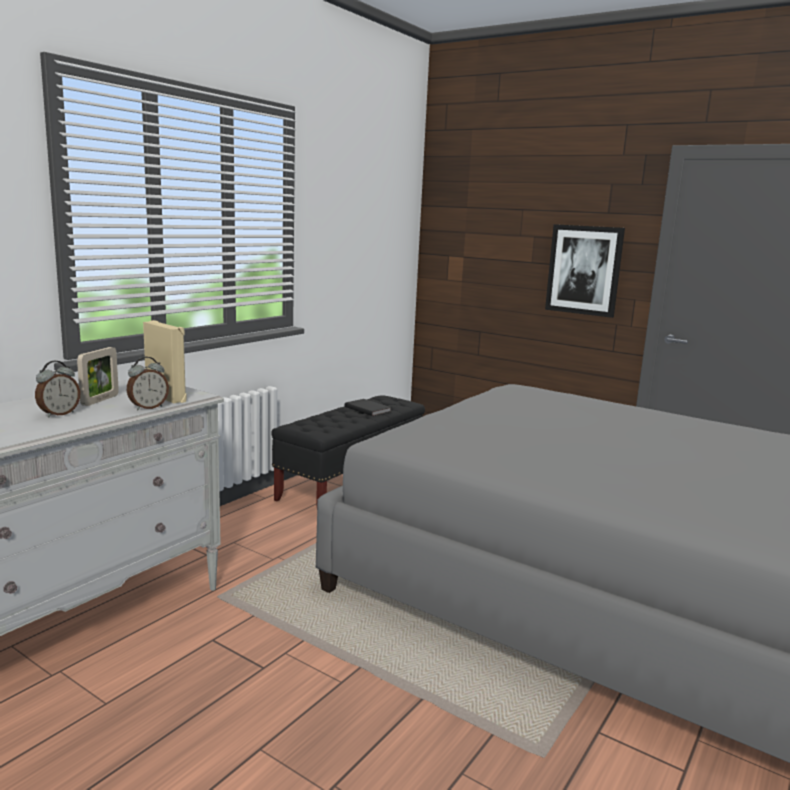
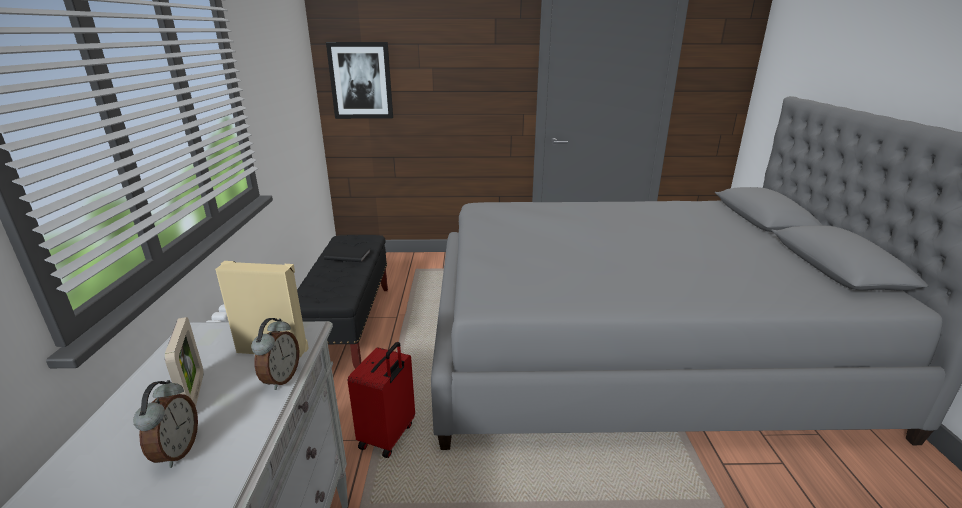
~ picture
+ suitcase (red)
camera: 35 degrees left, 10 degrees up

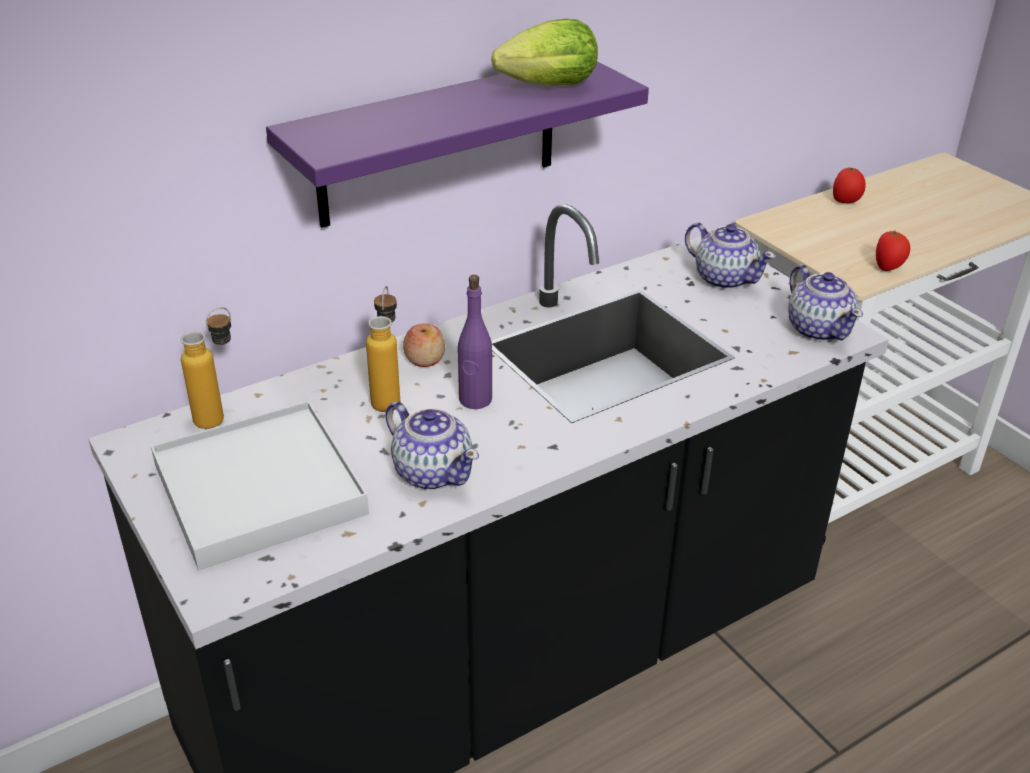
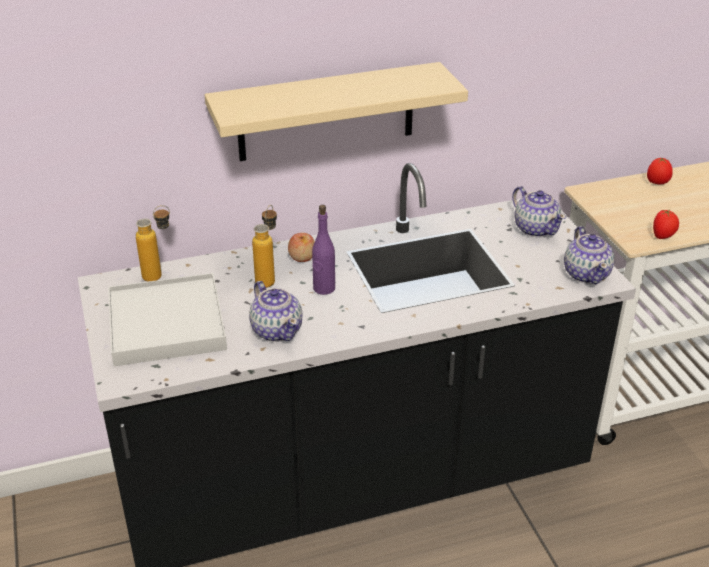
~ shelf (purple) to shelf (beige)
- lettuce
camera: 15 degrees right, 0 degrees up

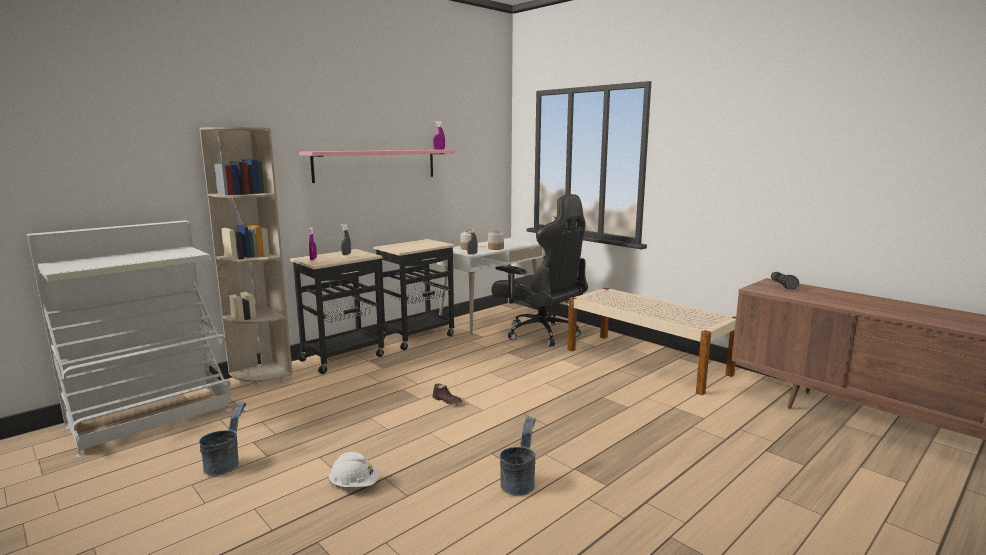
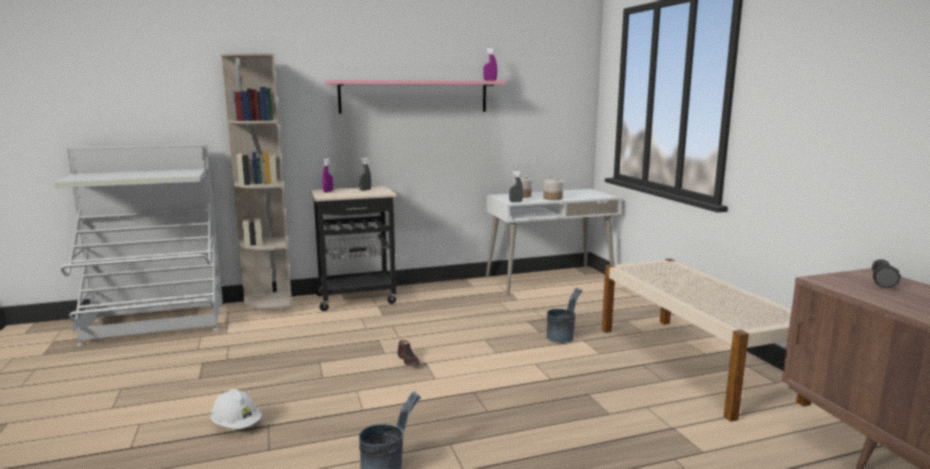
~ bucket (grey) (1st from left in the first image) to bucket (grey) (2nd from left)
- cart (2nd from left)
- office chair (black)
camera: 25 degrees right, 0 degrees up

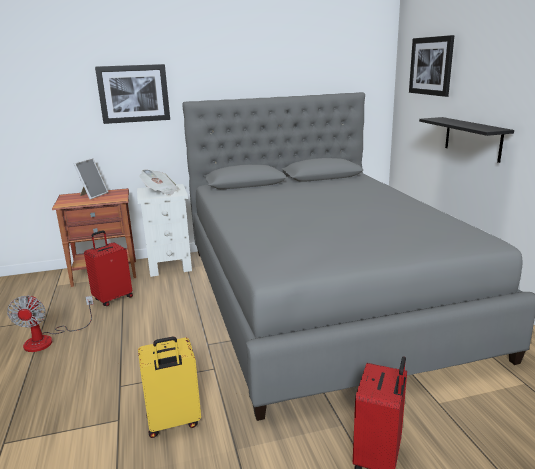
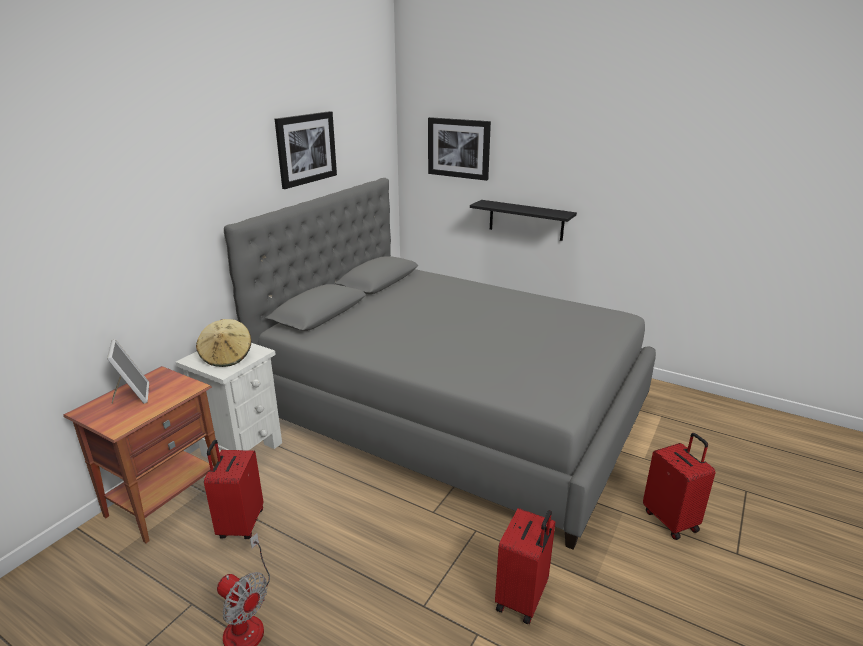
~ picture (1st from left)
~ suitcase (yellow) to suitcase (red) (2nd from left)
~ newspaper to hat (beige)
camera: 45 degrees left, 5 degrees up

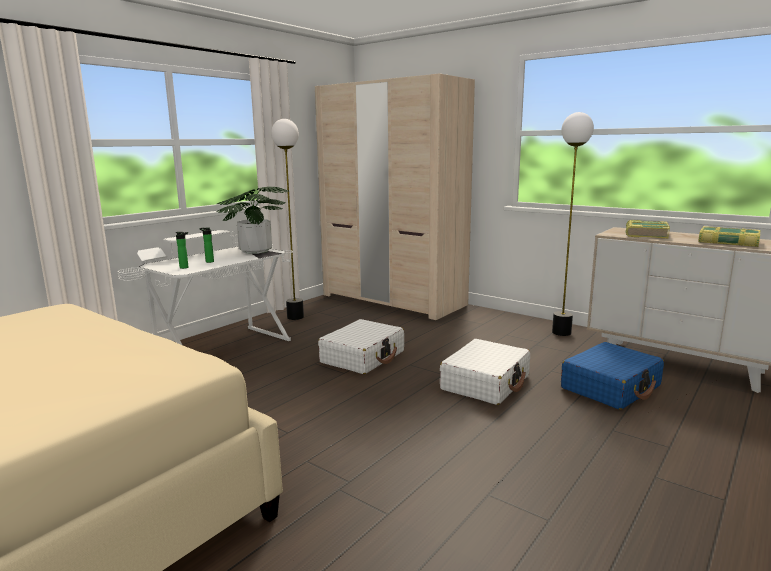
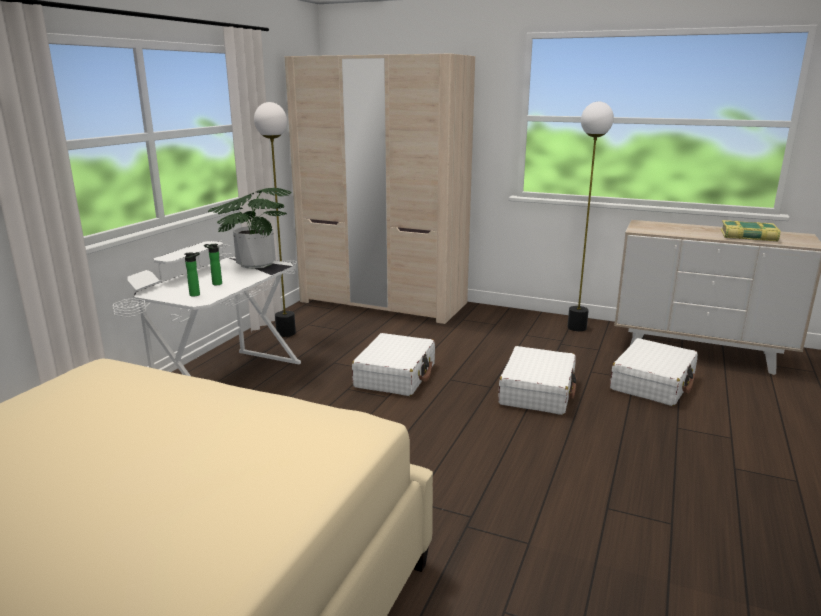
~ suitcase (blue) to suitcase (white) (3rd from left)
- book (1st from left)
camera: 15 degrees left, 5 degrees up

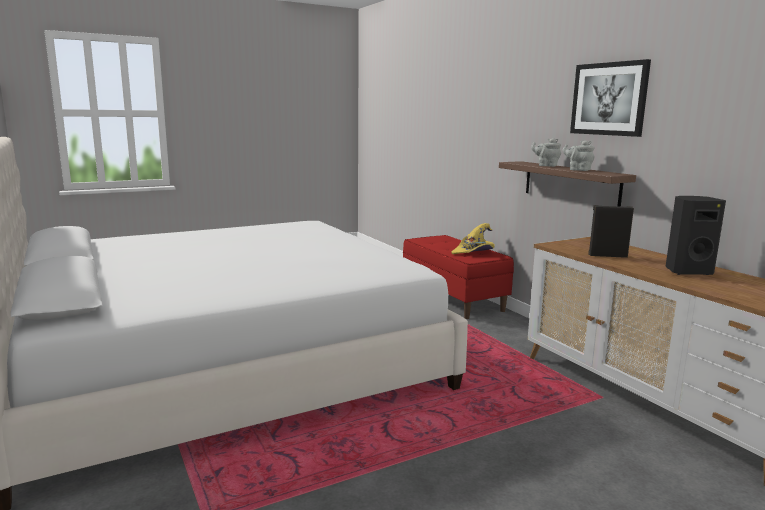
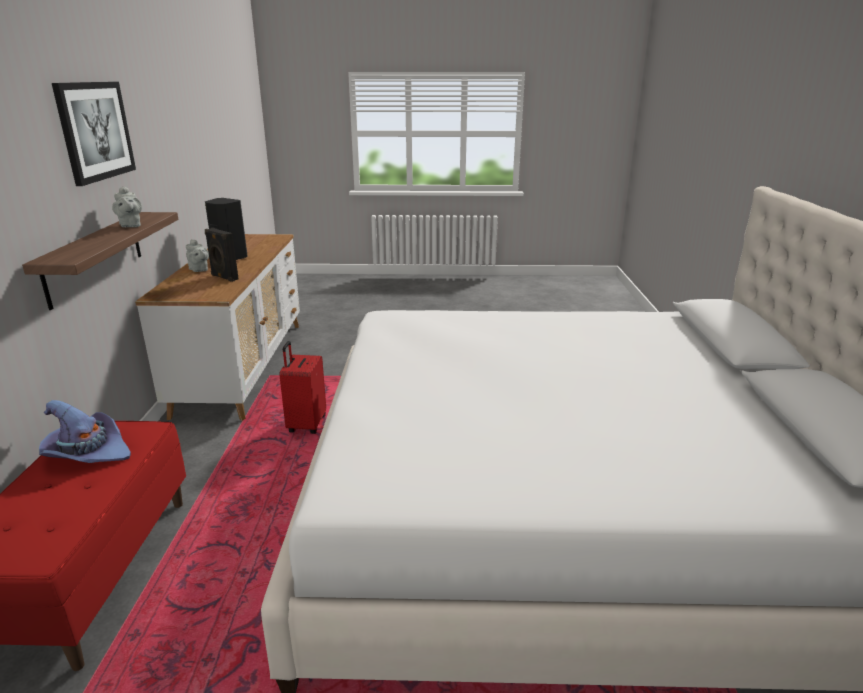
~ hat (yellow) to hat (purple)
~ teapot (grey) (1st from left in the first image) to teapot (grey) (2nd from left)
+ suitcase (red)
camera: 150 degrees left, 10 degrees up

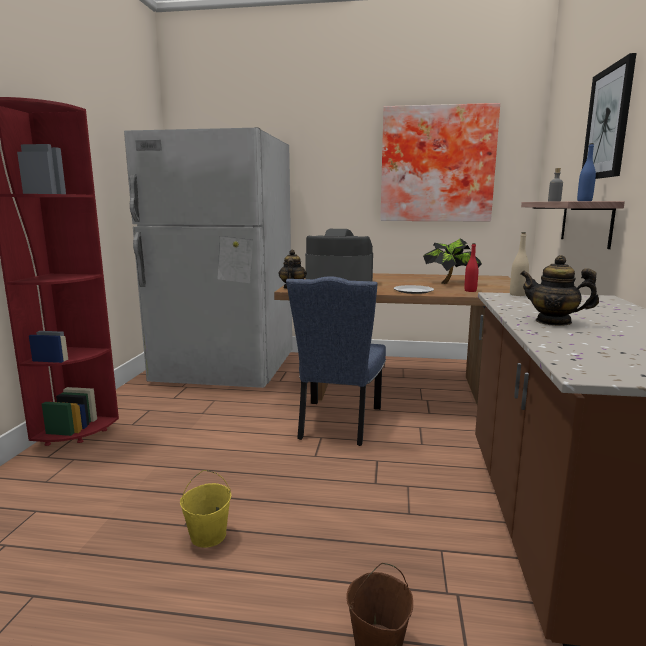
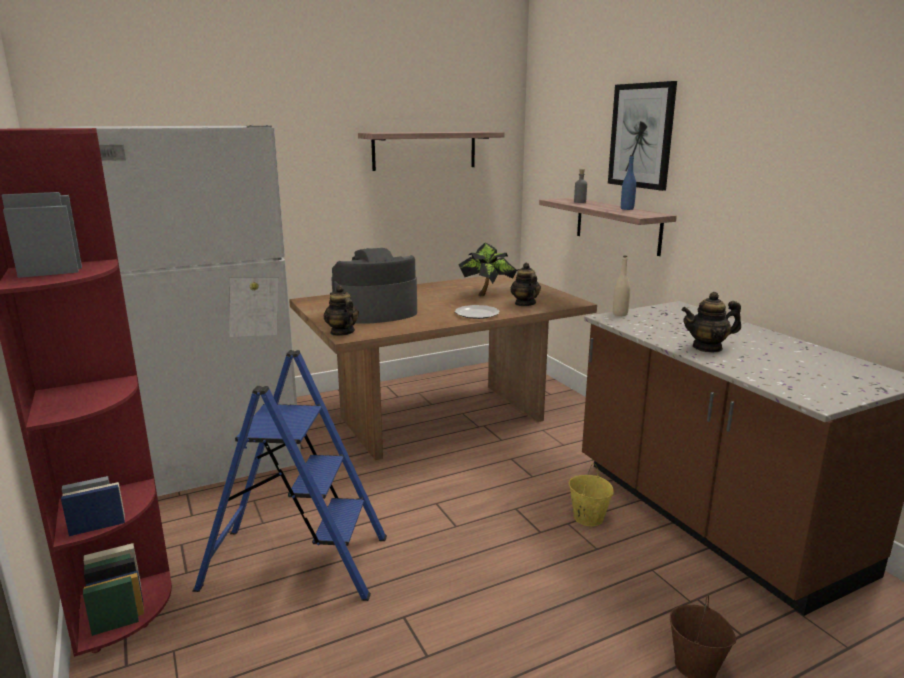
~ bucket (yellow)
- chair (blue)
~ picture (1st from left) to shelf (1st from left)
~ bottle (red) to teapot (2nd from left)
+ step ladder (blue)
camera: 35 degrees left, 5 degrees up

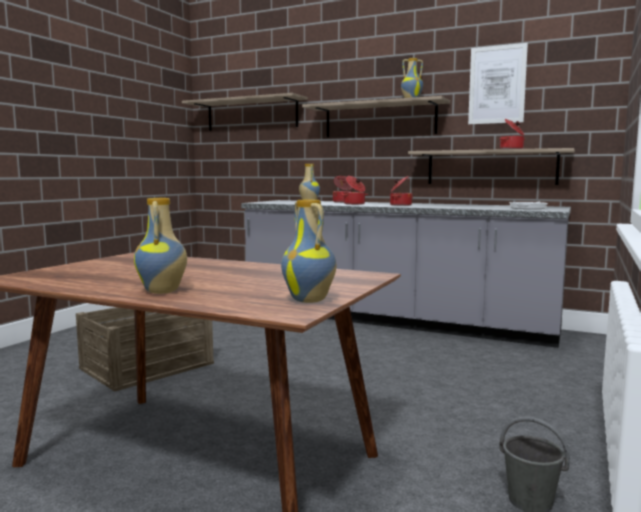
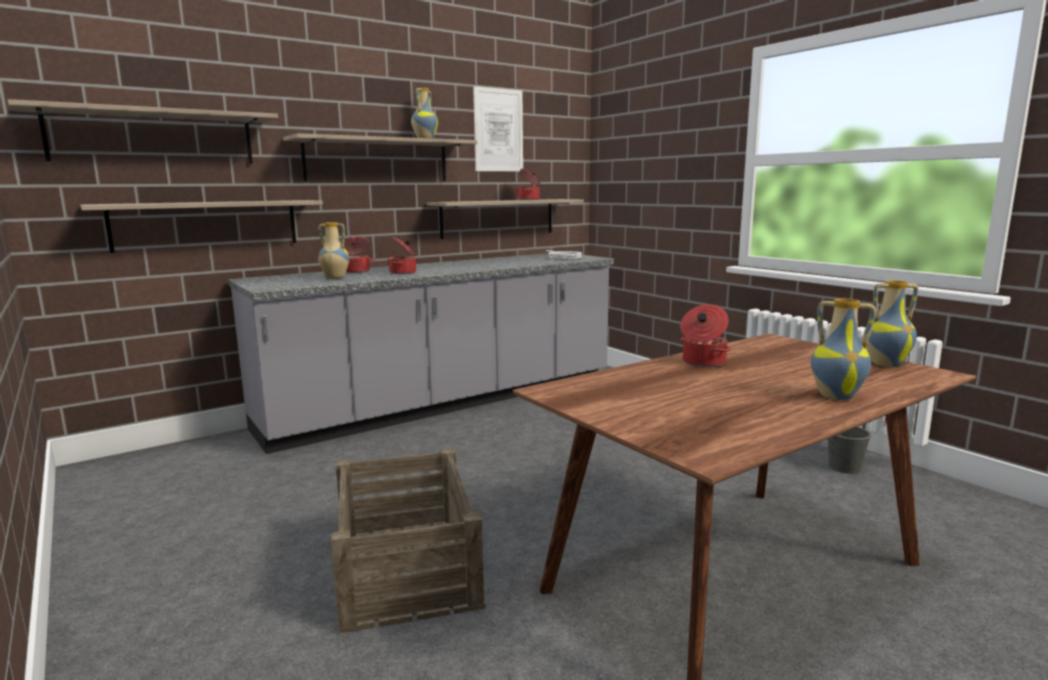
~ cooking pot (3rd from left in the first image) to cooking pot (4th from left)
+ shelf (2nd from left)
camera: 60 degrees left, 5 degrees up

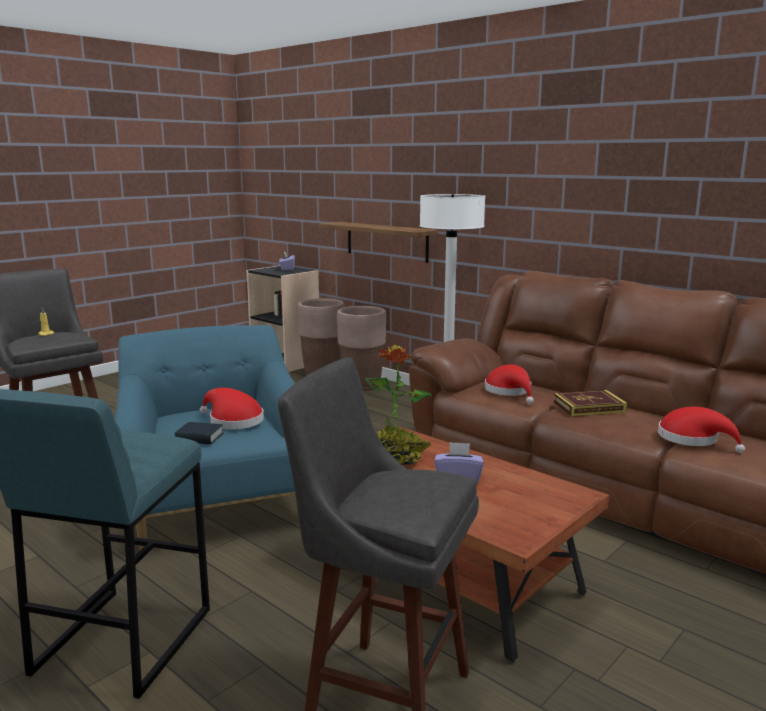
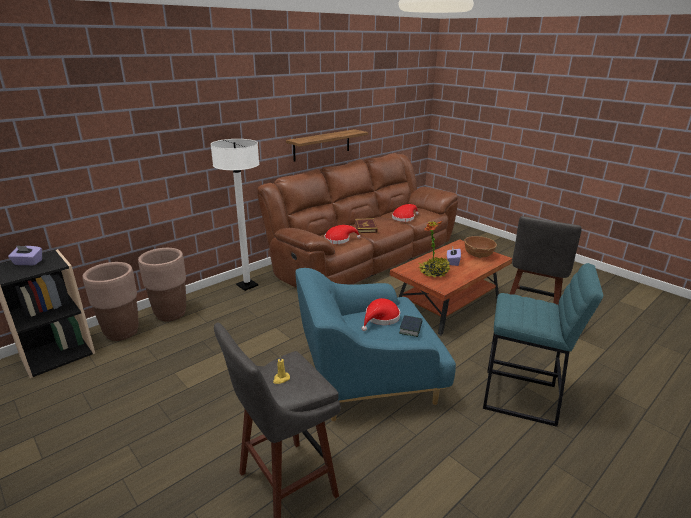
~ shelf
+ bowl (brown)
camera: 85 degrees left, 10 degrees up

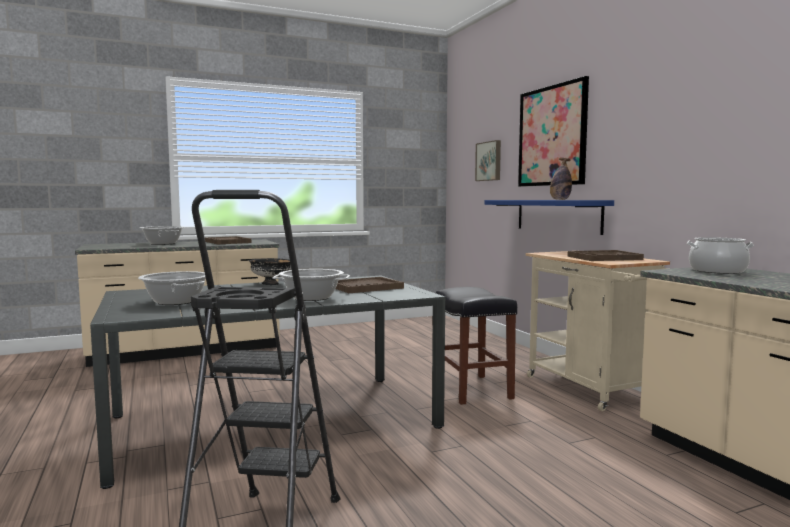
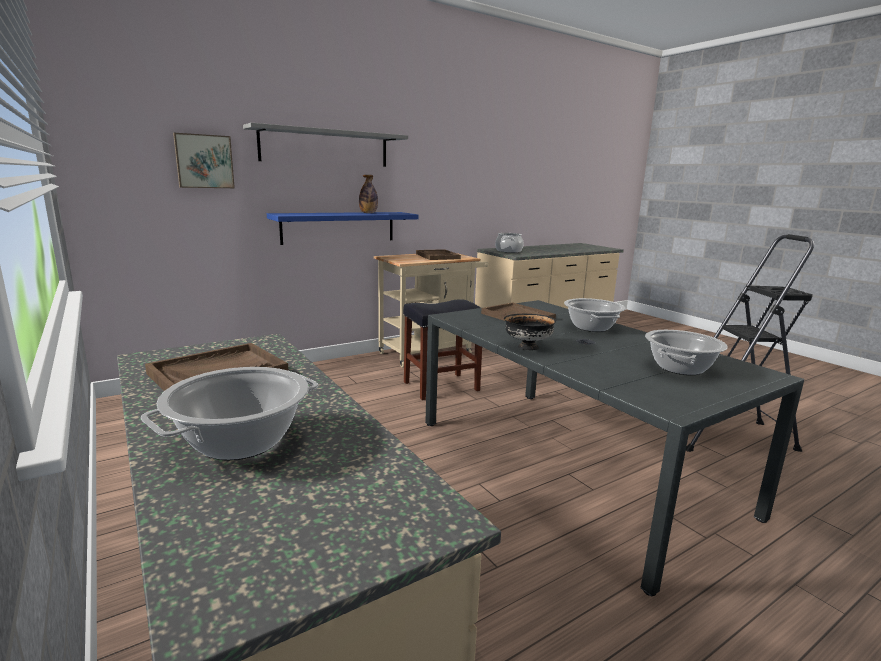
~ picture (2nd from left) to shelf (grey)
camera: 100 degrees left, 10 degrees up

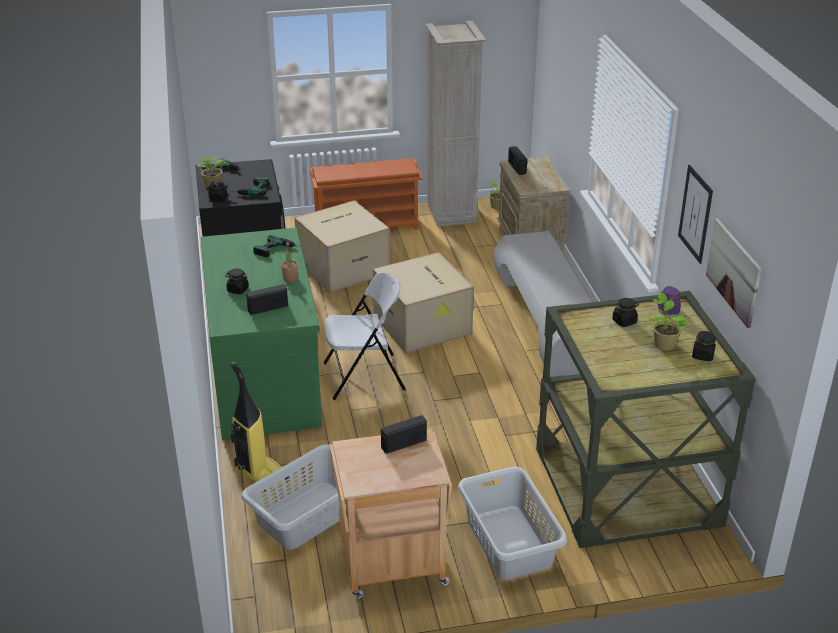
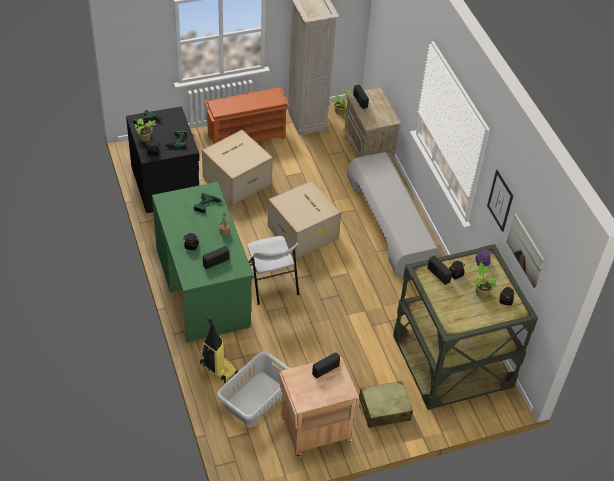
~ chair (white) 90 degrees clockwise
~ laundry basket (grey) (2nd from left) to suitcase (beige)
+ radio (4th from left)
camera: 10 degrees left, 15 degrees up

